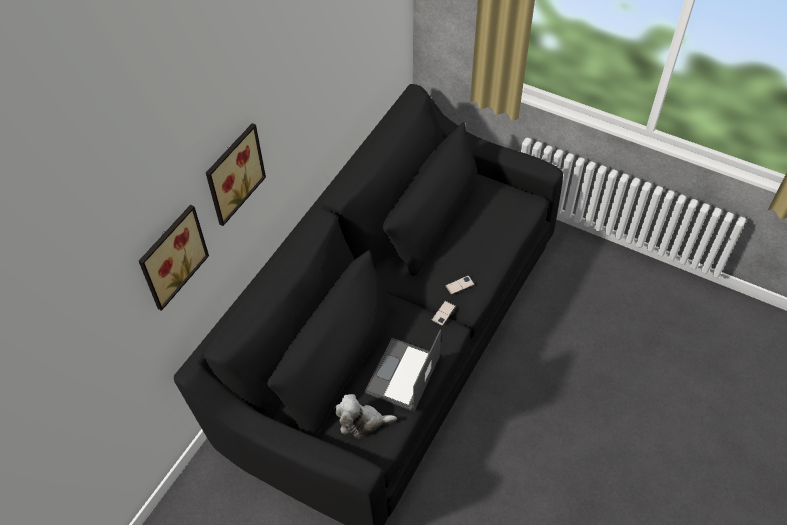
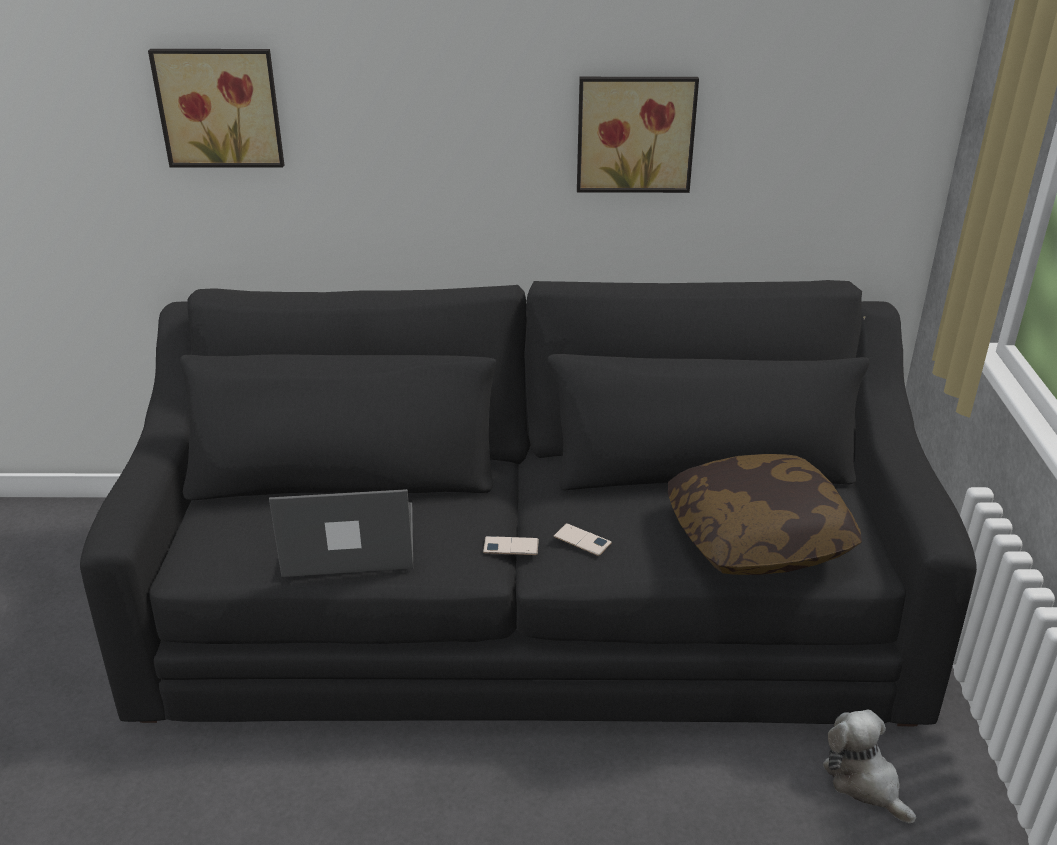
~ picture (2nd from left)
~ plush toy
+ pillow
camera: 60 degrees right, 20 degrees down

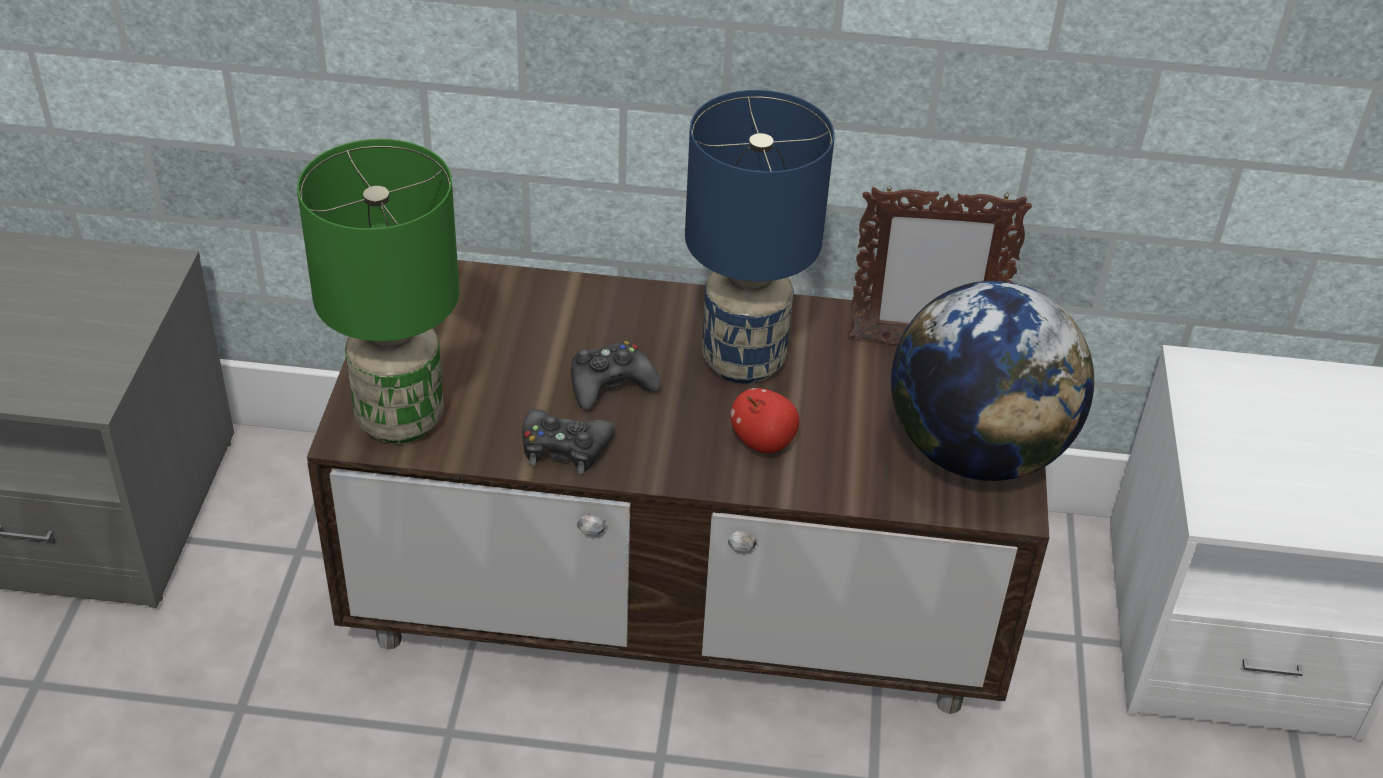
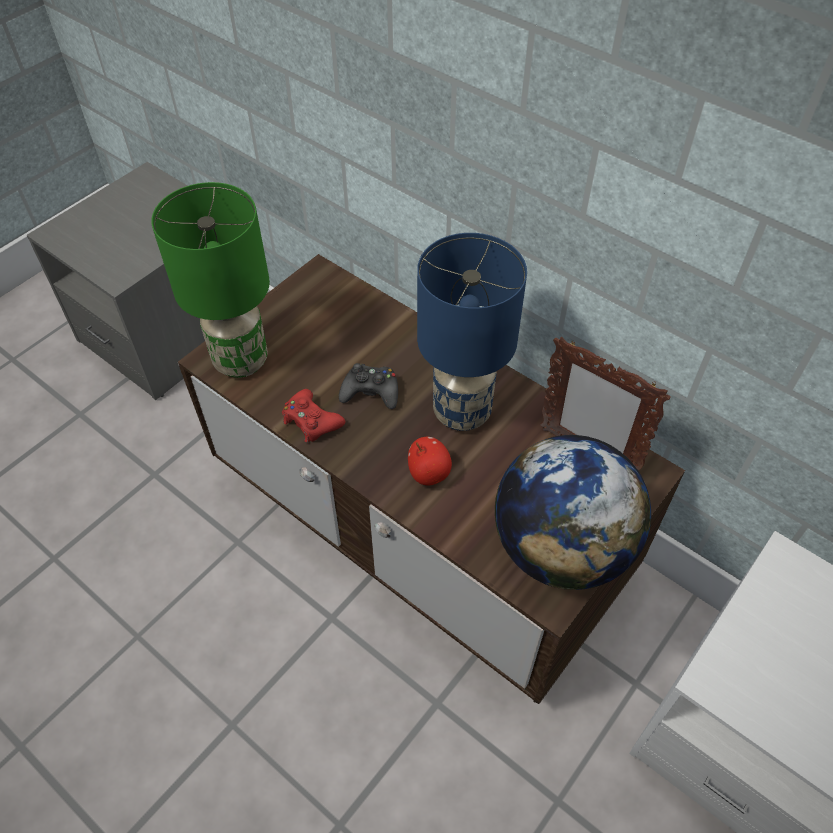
~ game controller (black) (1st from left) to game controller (red)
camera: 35 degrees right, 10 degrees up

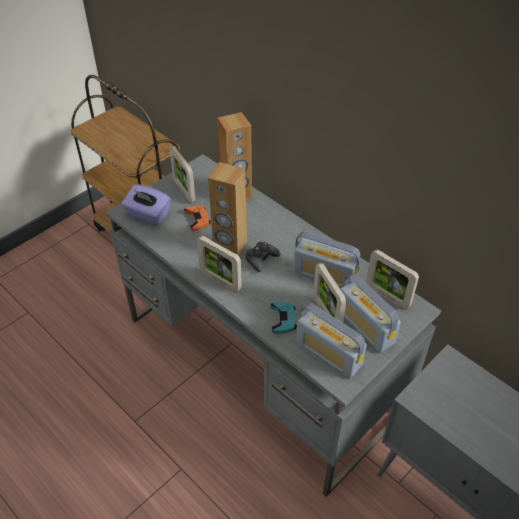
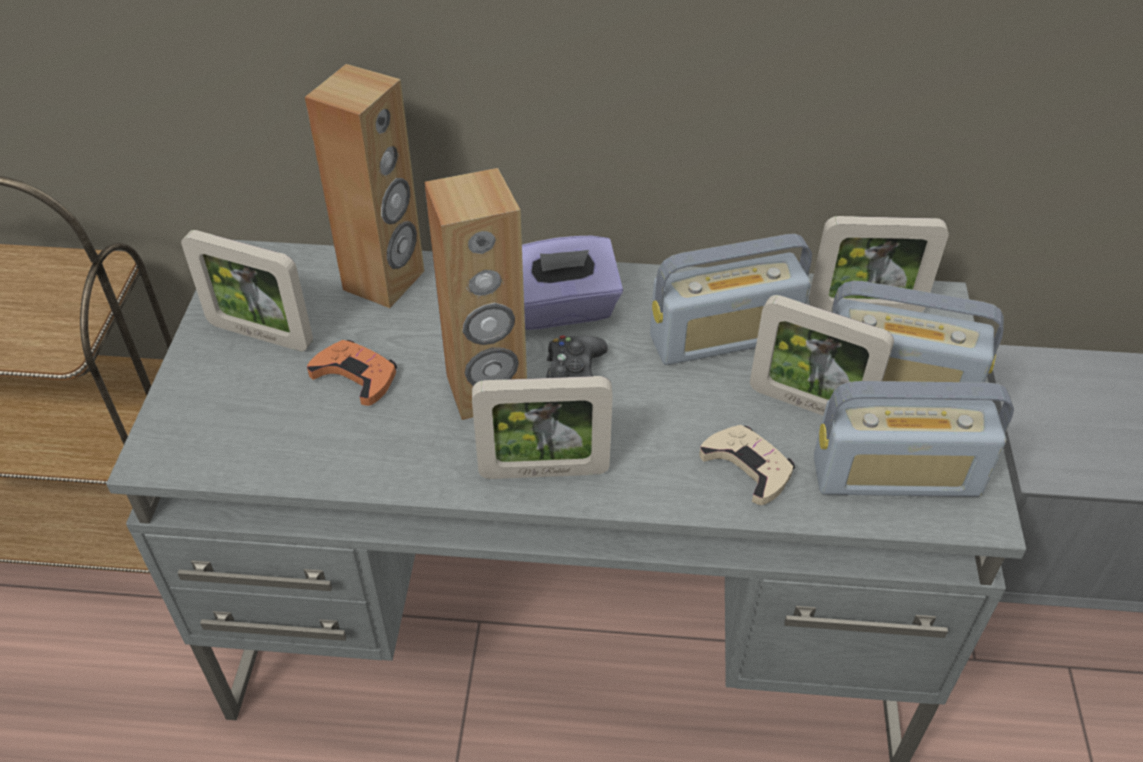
~ tissue box (purple)
~ game controller (turquoise) to game controller (beige)
camera: 40 degrees left, 0 degrees up

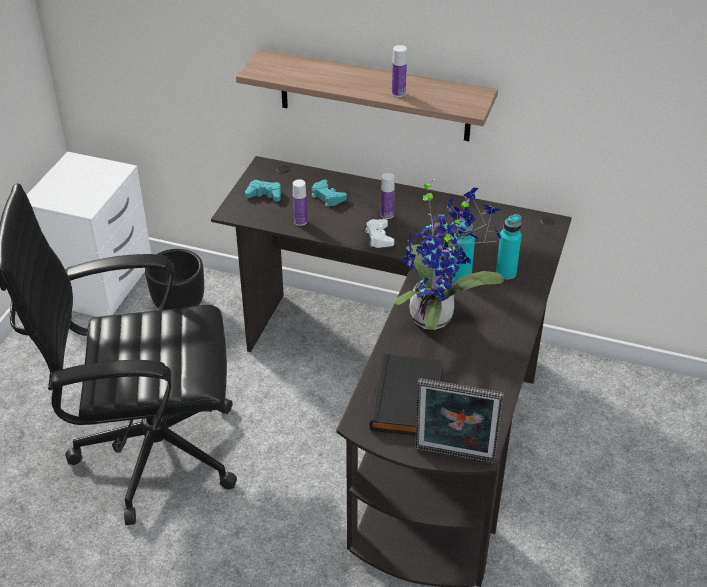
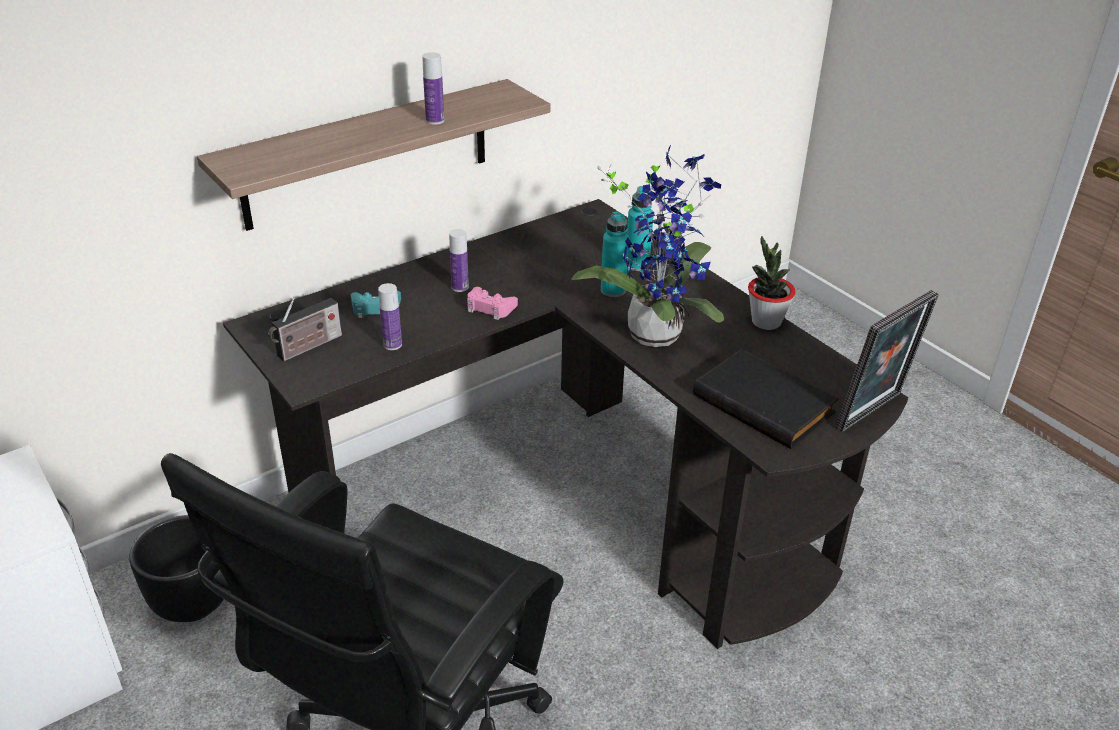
~ game controller (turquoise) (1st from left) to radio
~ game controller (white) to game controller (pink)
+ potted plant (2nd from left)
camera: 55 degrees left, 5 degrees down

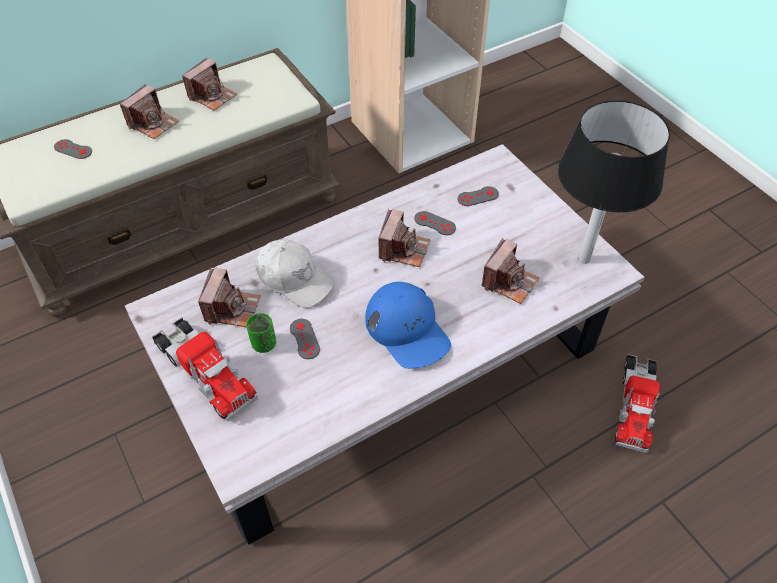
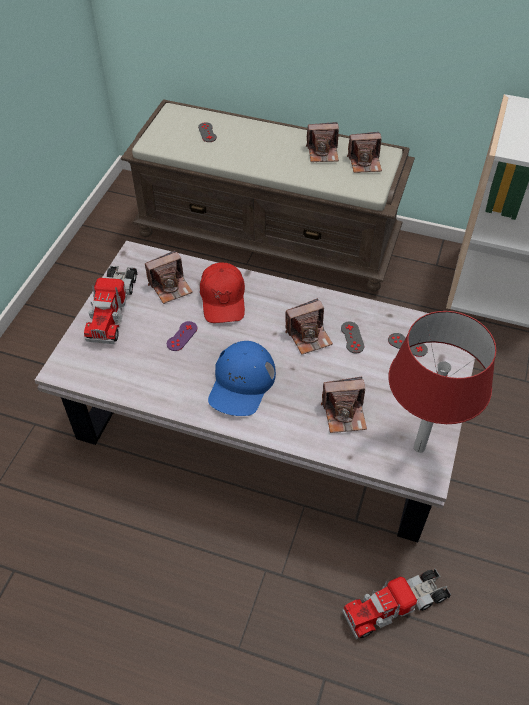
~ photo camera (1st from left in the first image) to photo camera (5th from left)
- cup (green)
~ cap (white) to cap (red)
~ game controller (grey) (2nd from left) to game controller (purple)
~ table lamp (black) to table lamp (red)
camera: 50 degrees right, 0 degrees up

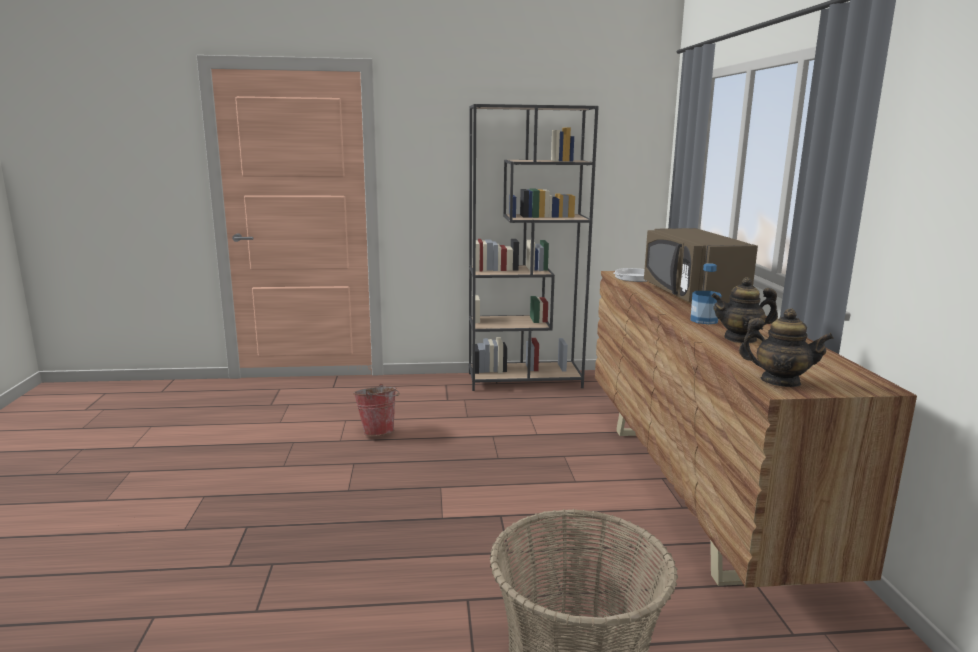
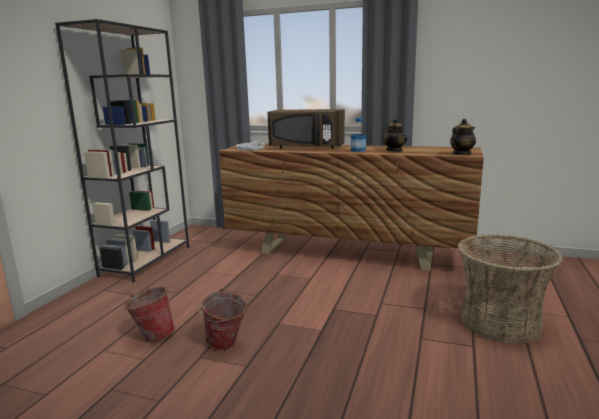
+ bucket (2nd from left)
camera: 65 degrees left, 0 degrees up

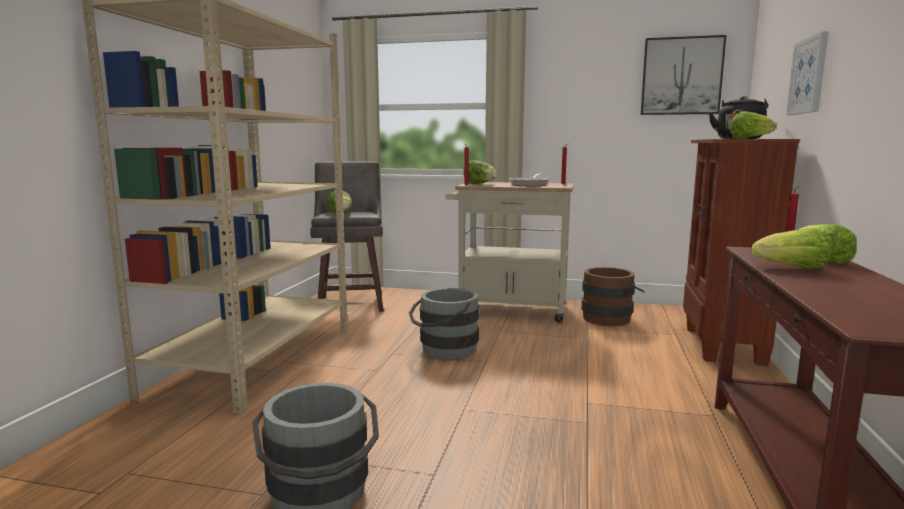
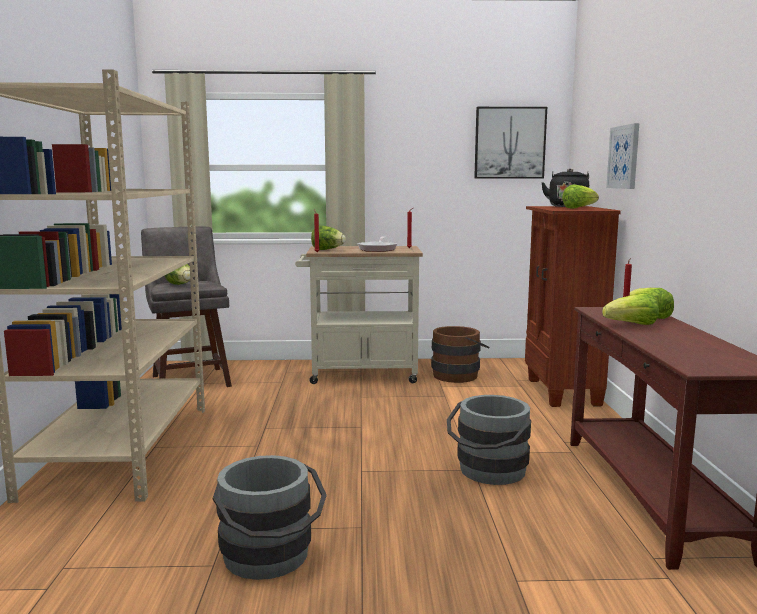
~ bucket (grey) (2nd from left)
camera: 15 degrees left, 0 degrees up

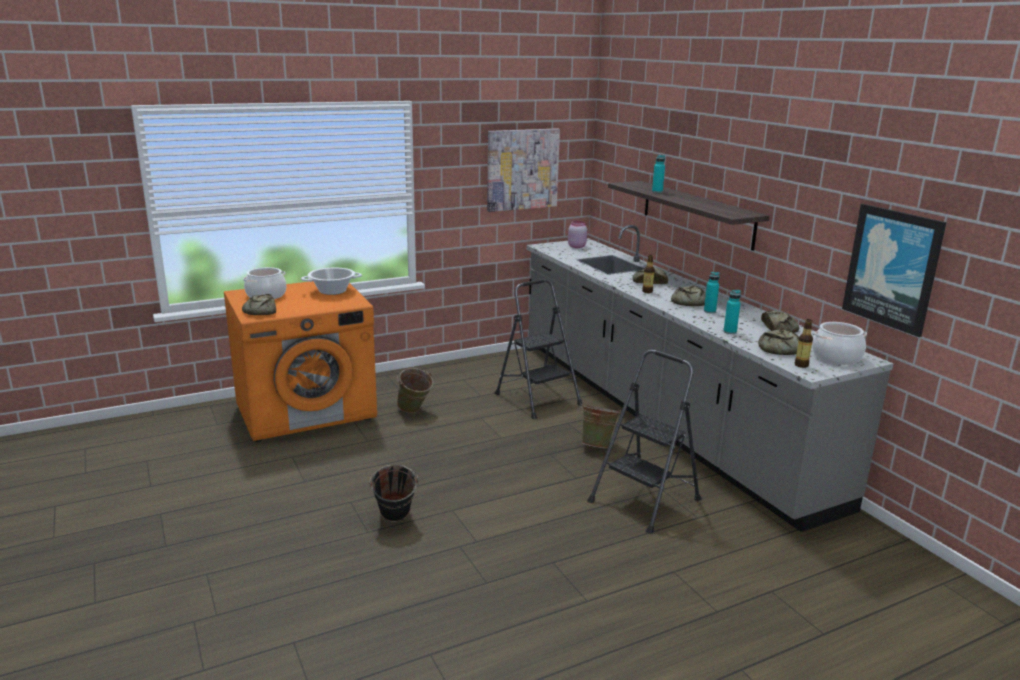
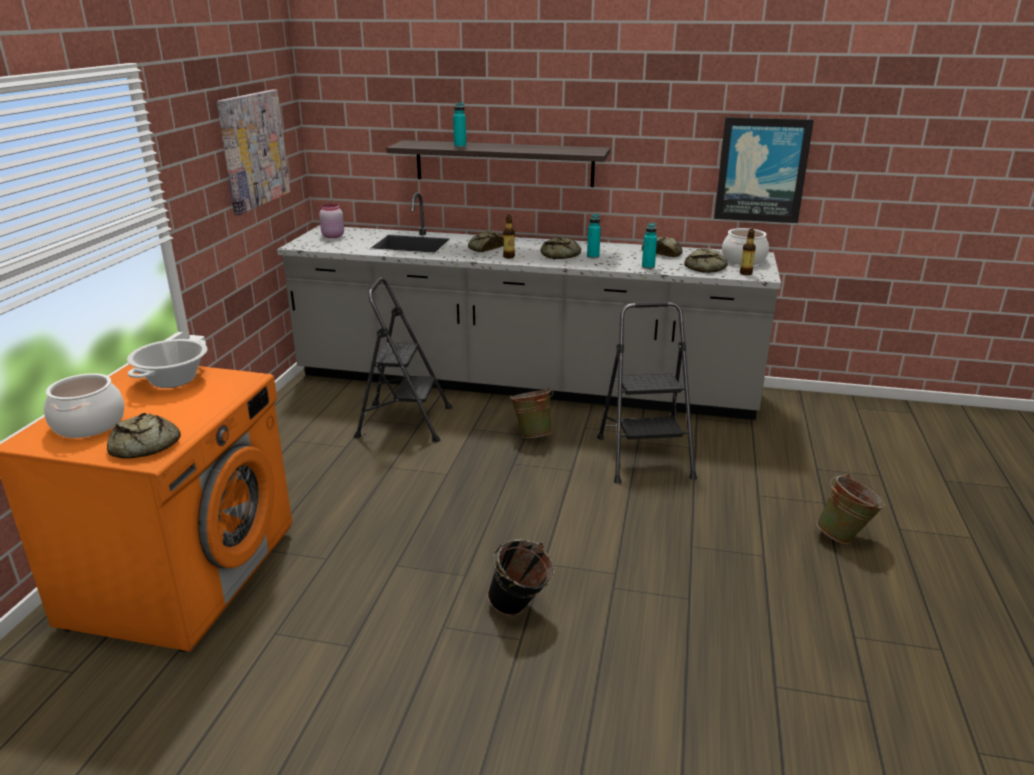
~ bucket (green) (1st from left in the first image) to bucket (green) (2nd from left)
camera: 50 degrees left, 5 degrees up

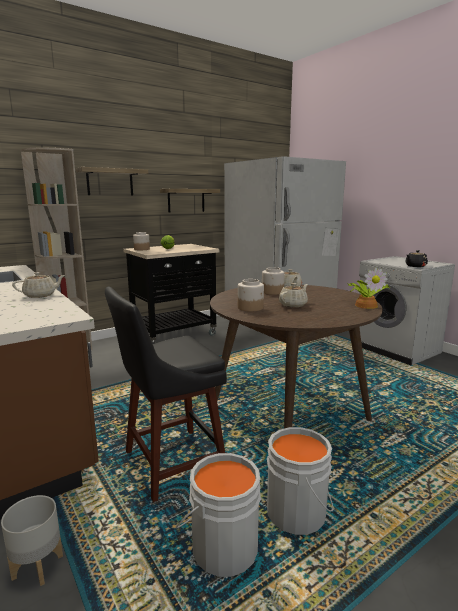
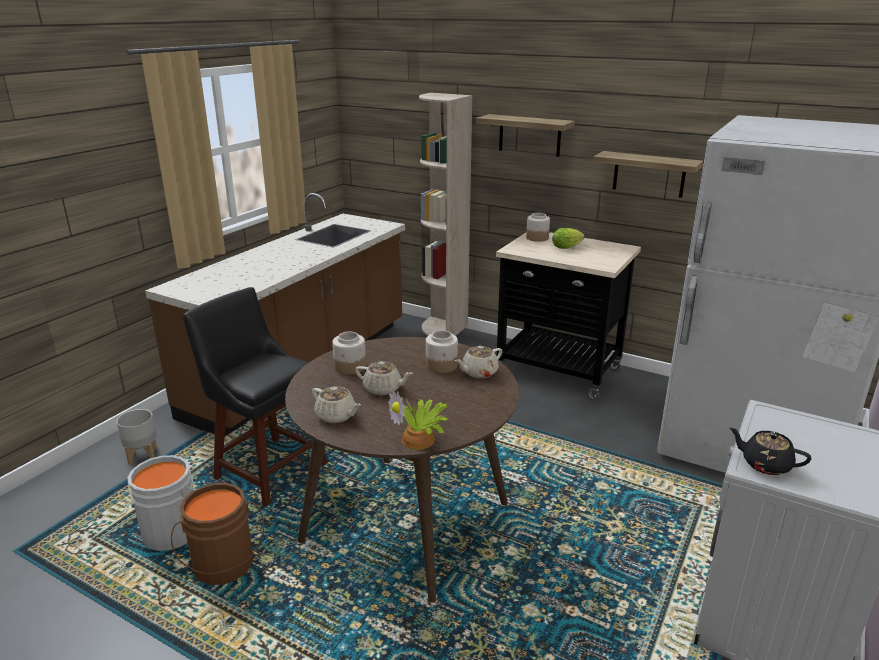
~ teapot (beige) (1st from left)
~ bucket (grey) (2nd from left) to bucket (brown)
camera: 65 degrees right, 10 degrees up

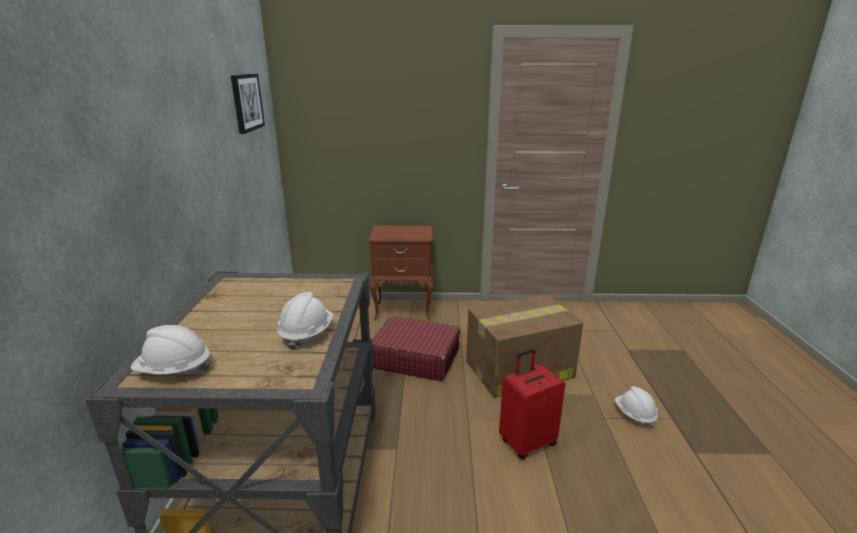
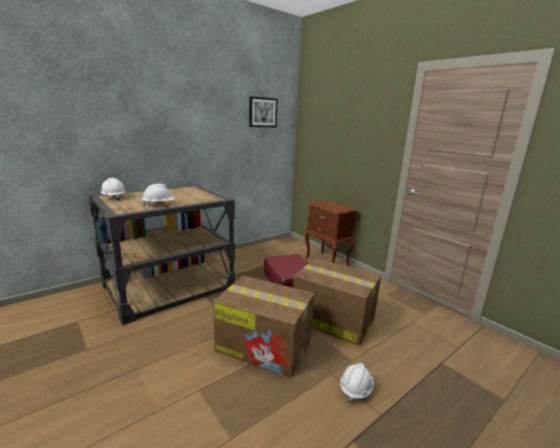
~ suitcase (red) (2nd from left) to cardboard box (1st from left)
camera: 50 degrees right, 5 degrees down

